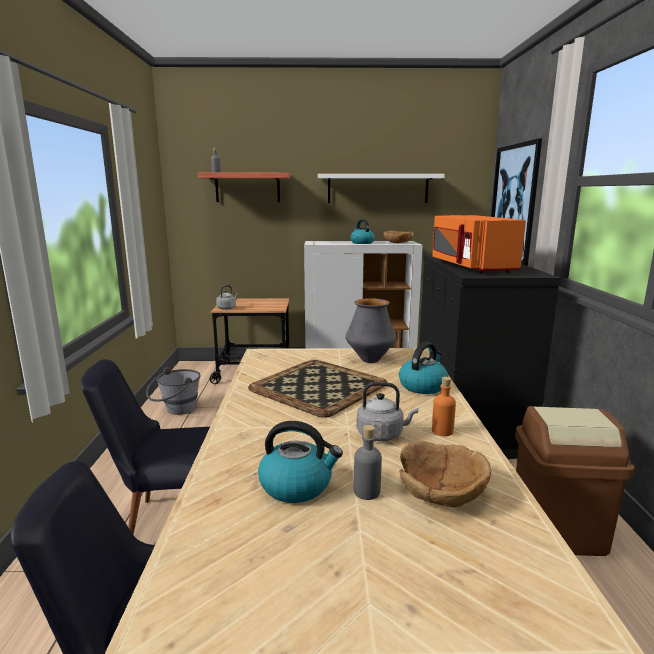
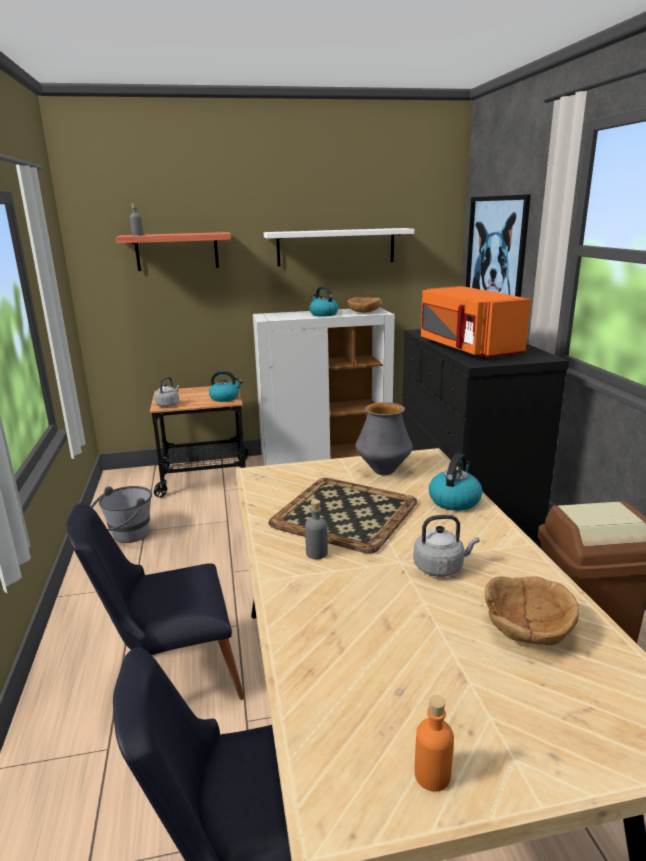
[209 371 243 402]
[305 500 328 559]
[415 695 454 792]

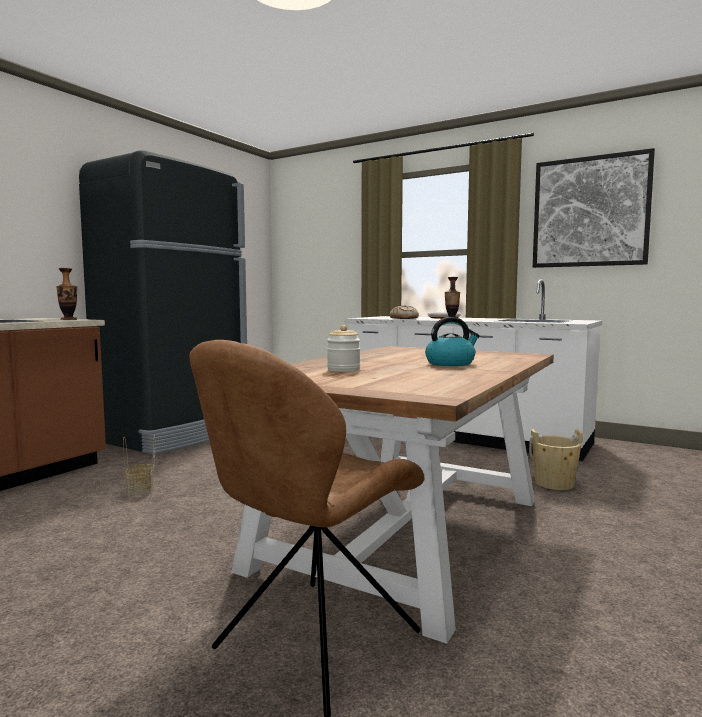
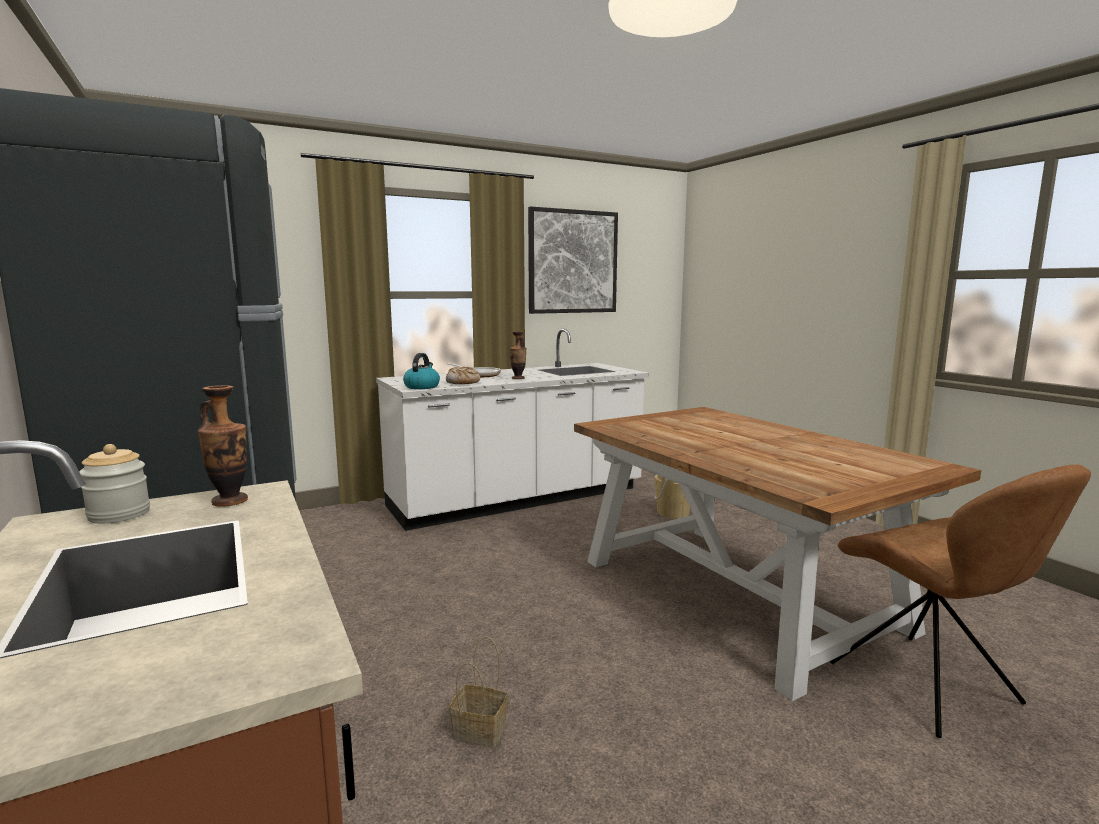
[79 444 150 523]
[403 353 440 389]

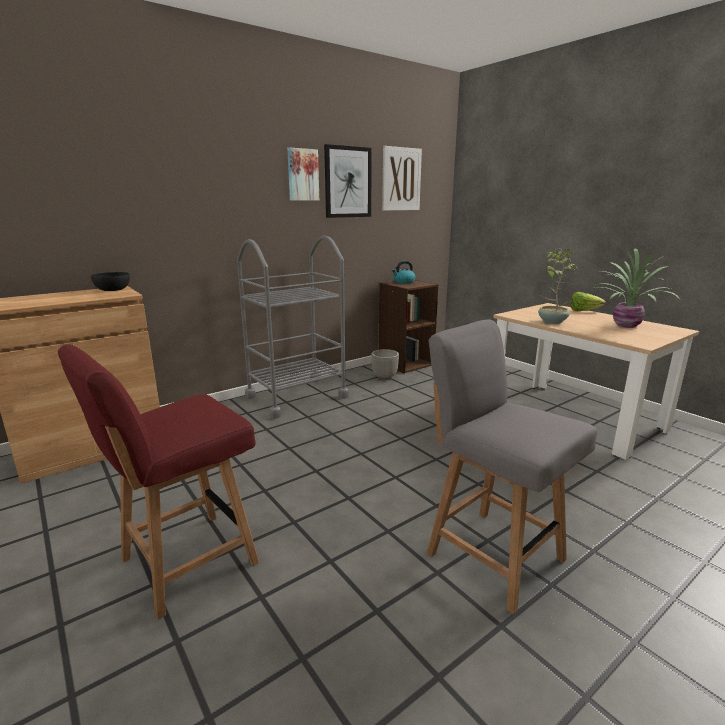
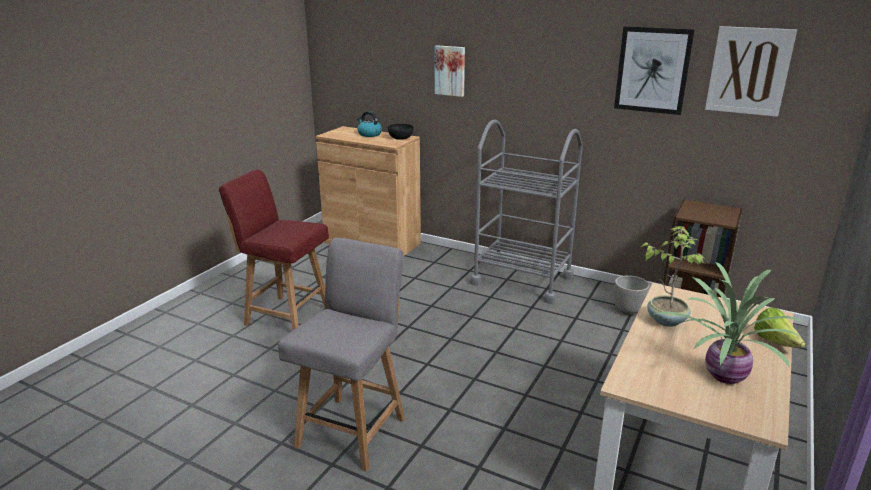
[435 45 465 97]
[357 111 382 137]

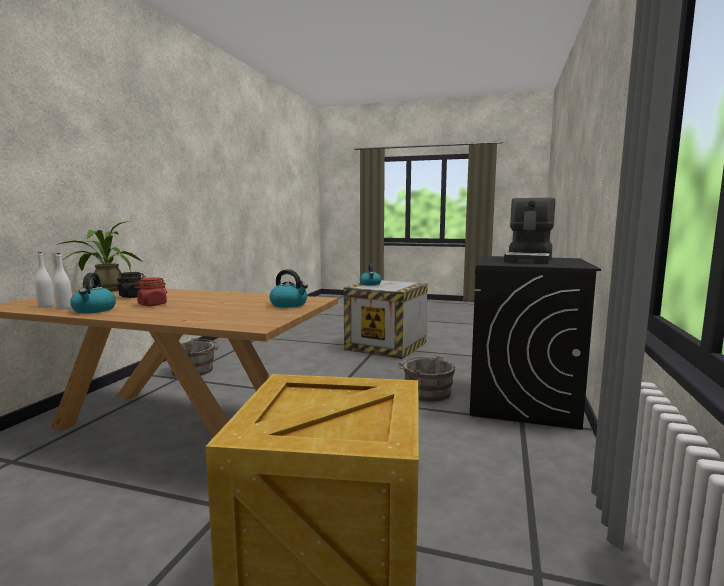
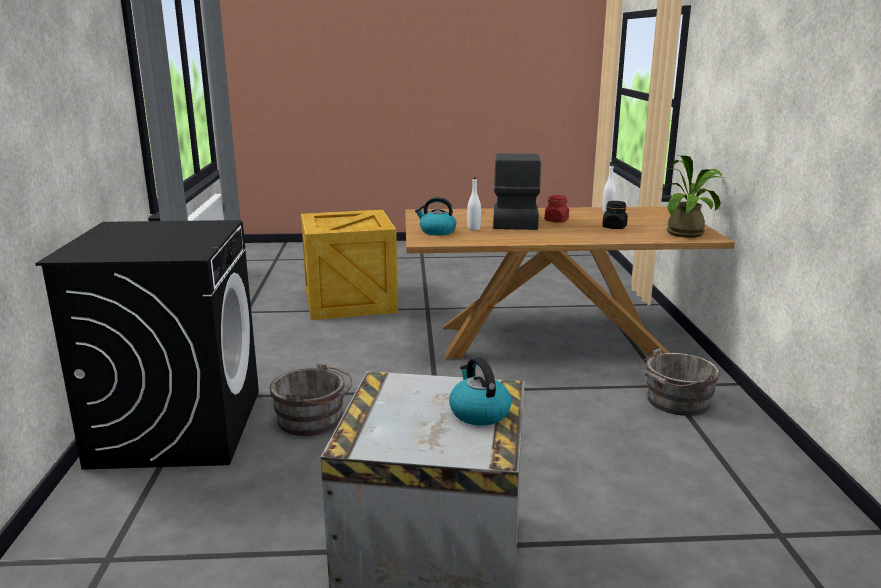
[70 273 116 313] (first image)
[467 178 481 230]
[493 153 541 230]

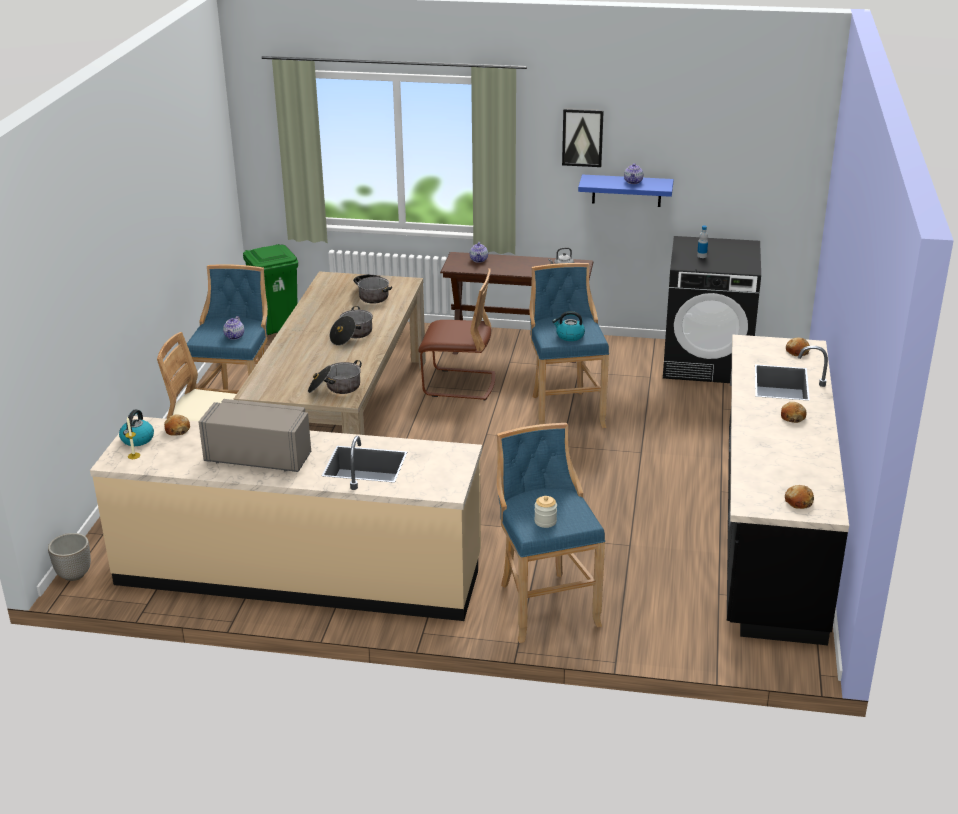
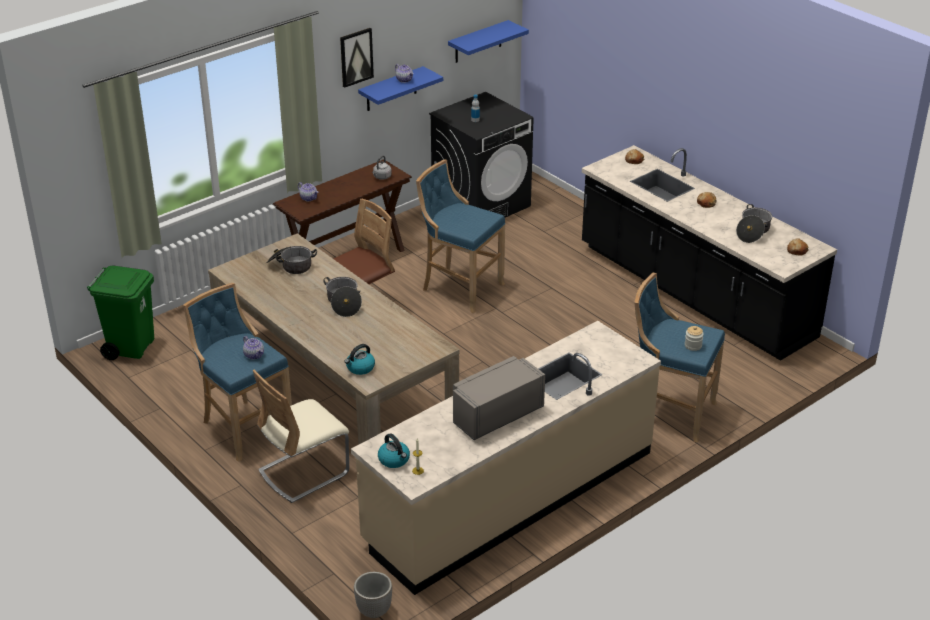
[164 415 190 436] (first image)
[448 20 529 63]
[736 204 772 243]
[345 344 375 375]

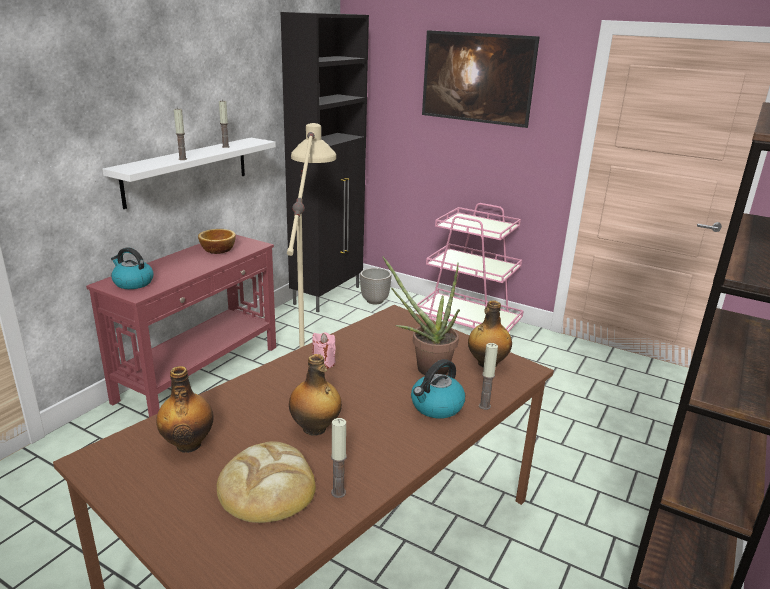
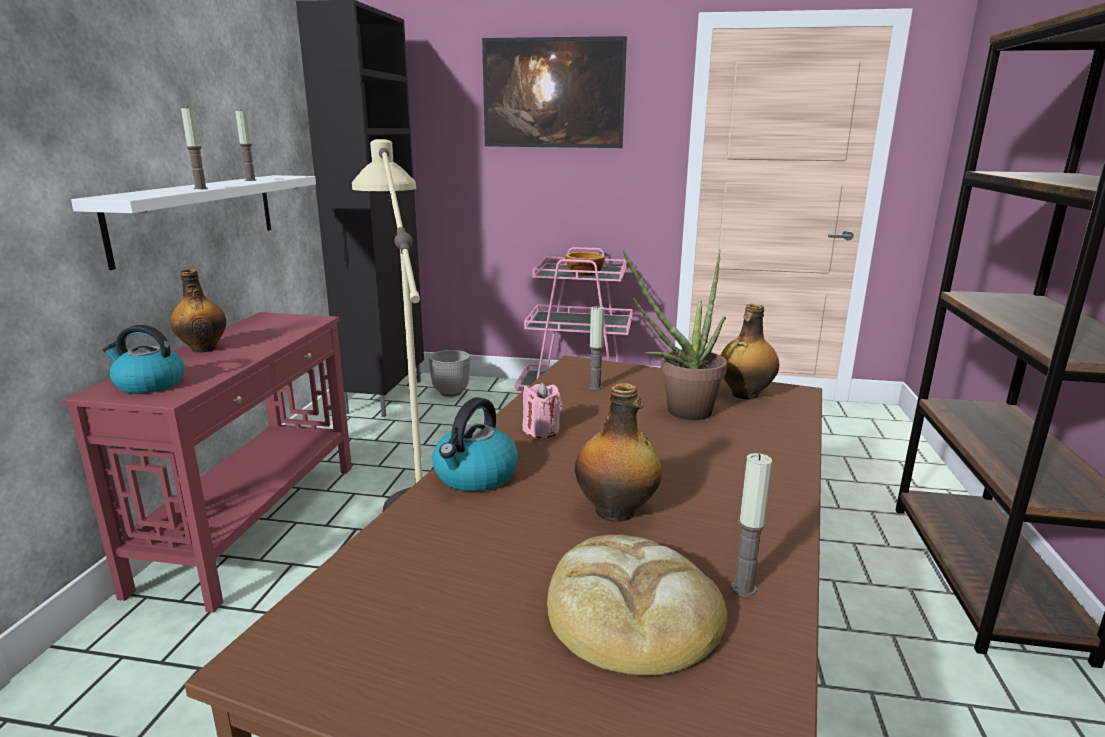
[170 269 226 353]
[565 252 605 275]
[432 397 518 492]
[588 305 605 390]

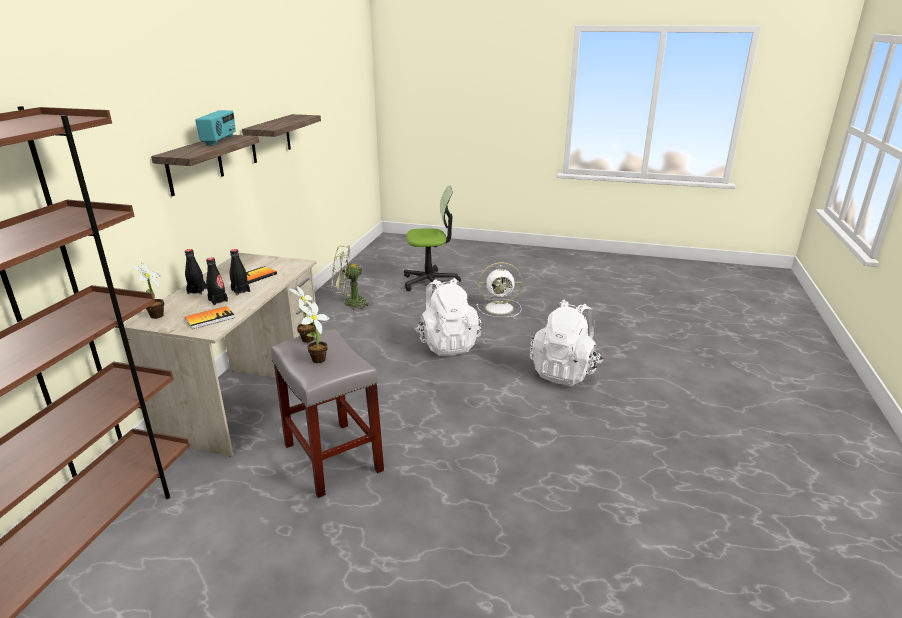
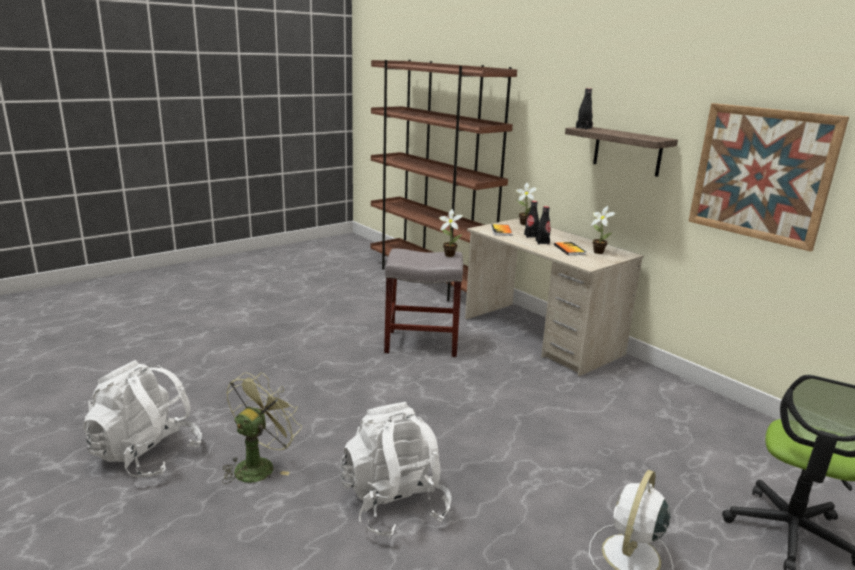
[195 110 236 145] (first image)
[576 88 593 130]
[591 206 616 254]
[222 372 302 484]
[83 360 202 478]
[688 103 849 252]

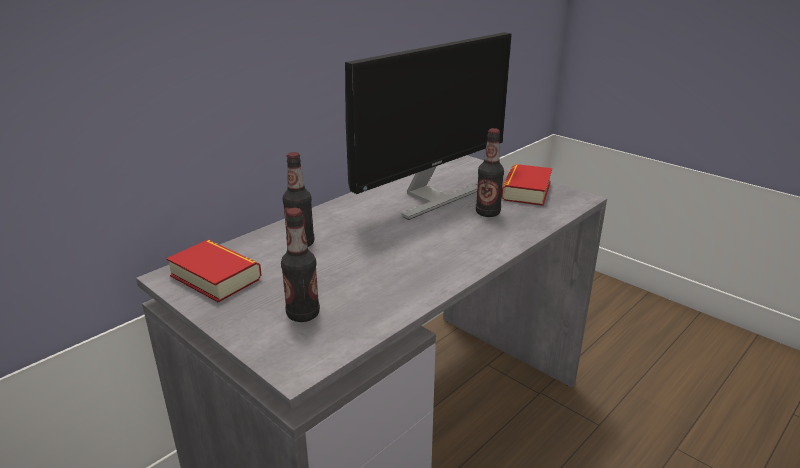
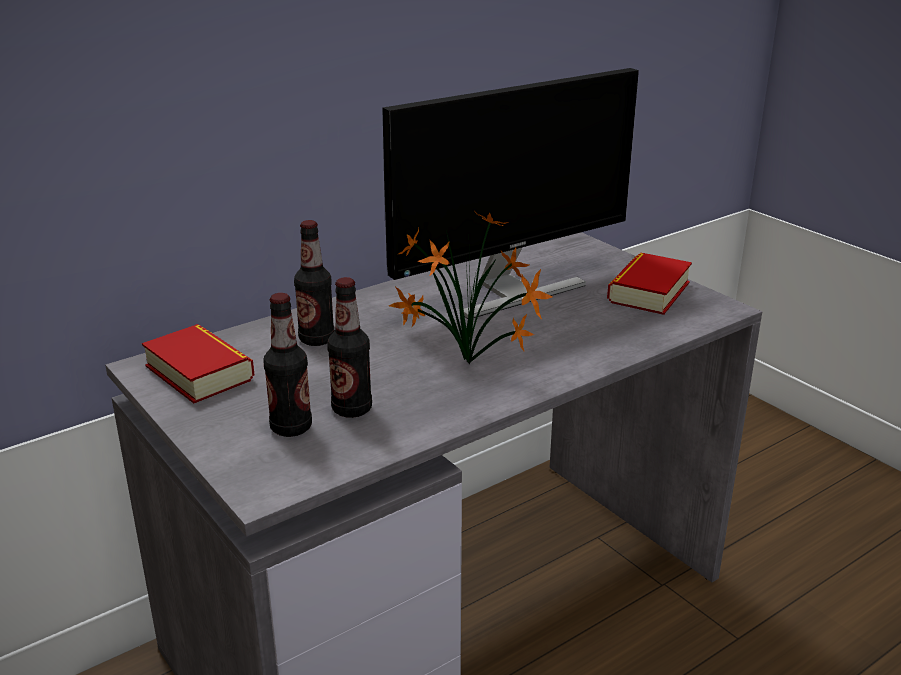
[389 212 553 365]
[327 277 372 418]

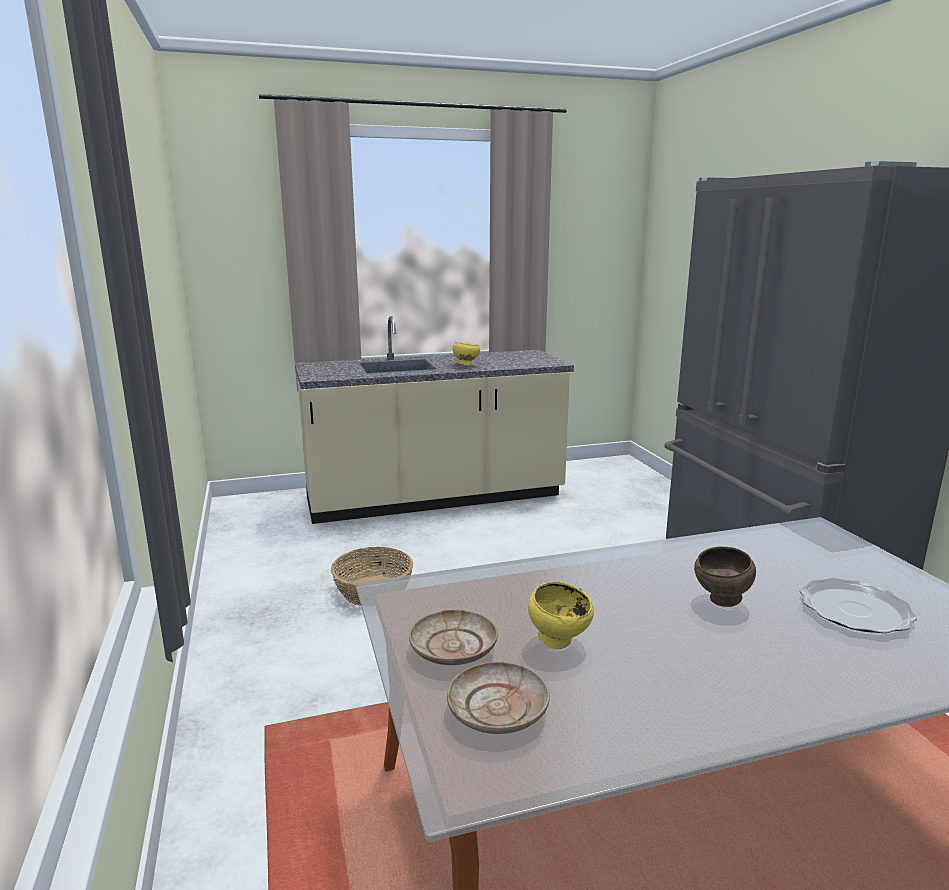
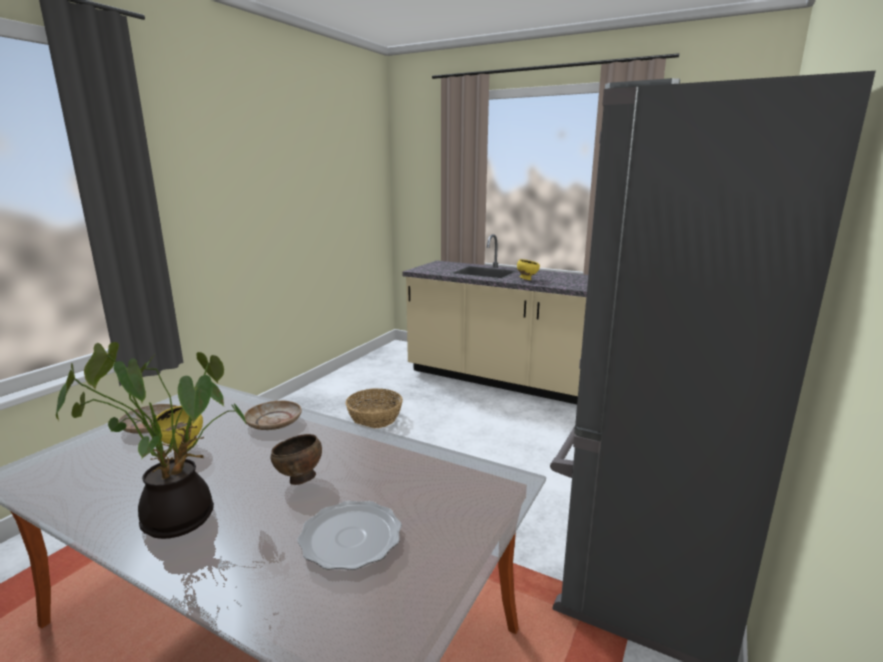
[56 342 247 539]
[244 401 302 430]

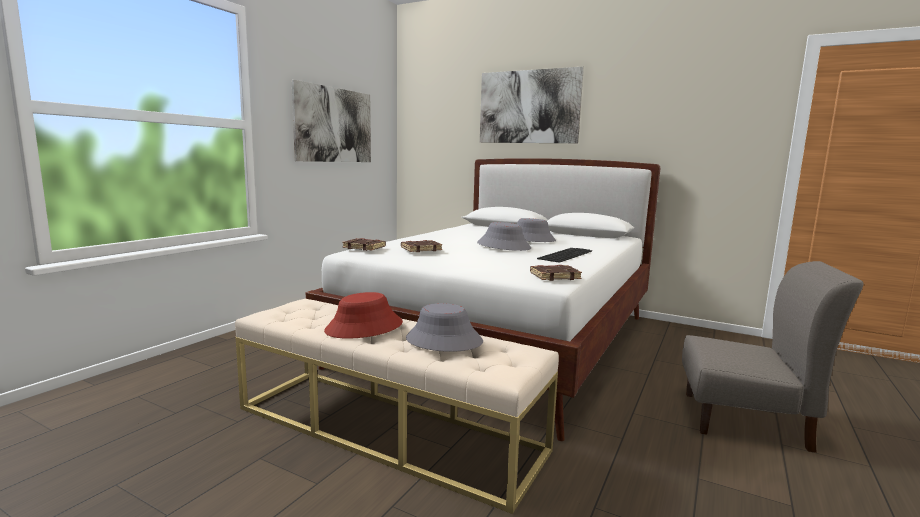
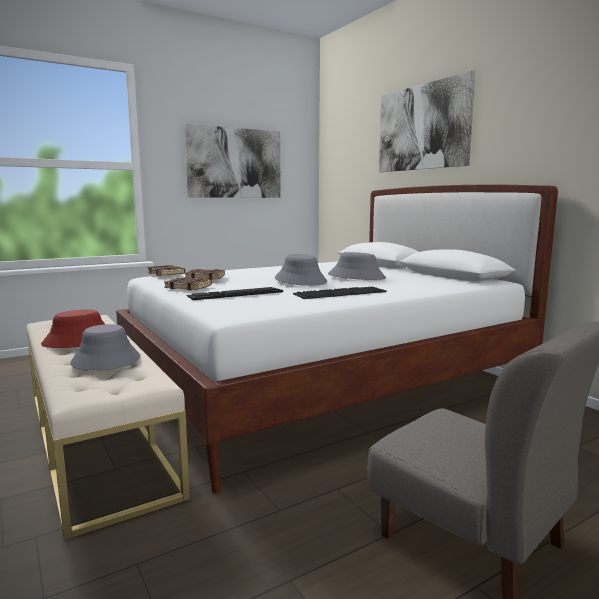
[187 287 283 300]
[164 277 212 290]

